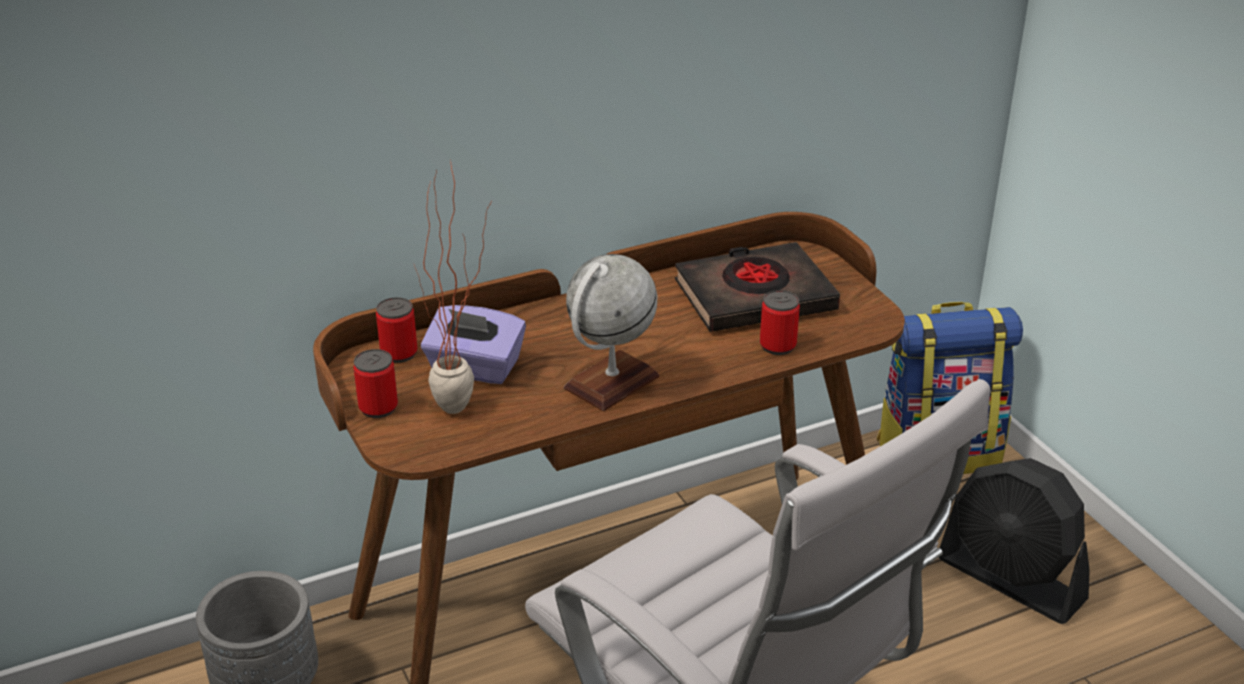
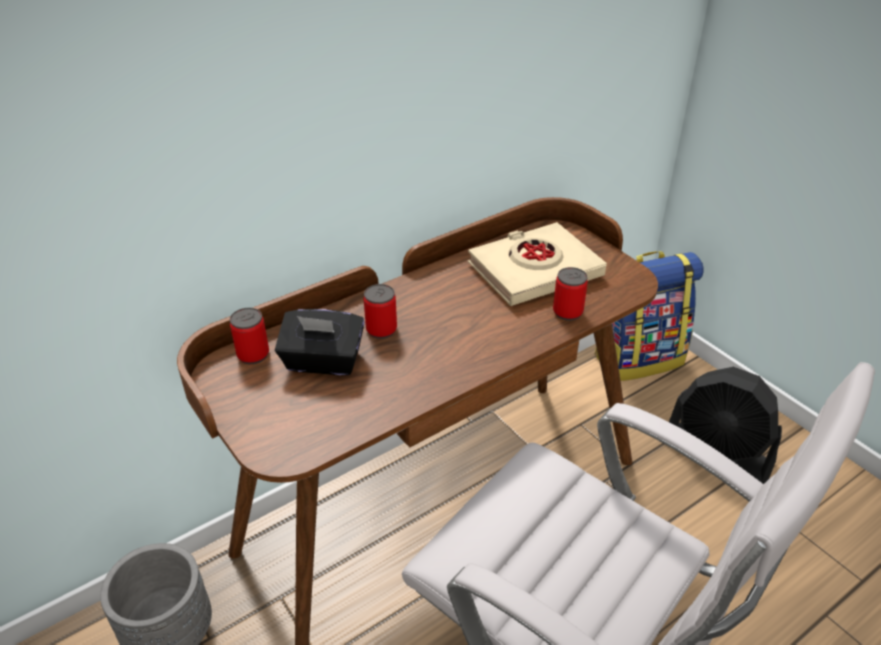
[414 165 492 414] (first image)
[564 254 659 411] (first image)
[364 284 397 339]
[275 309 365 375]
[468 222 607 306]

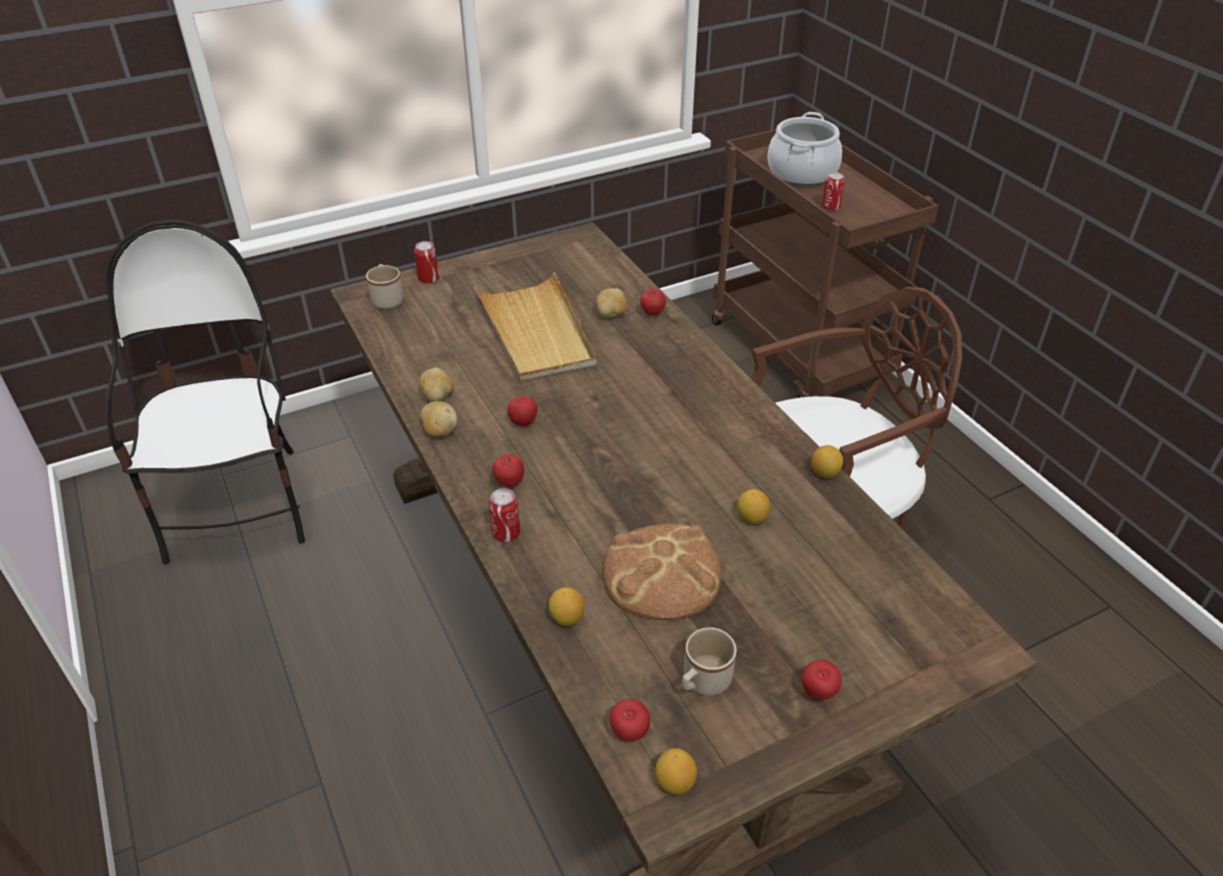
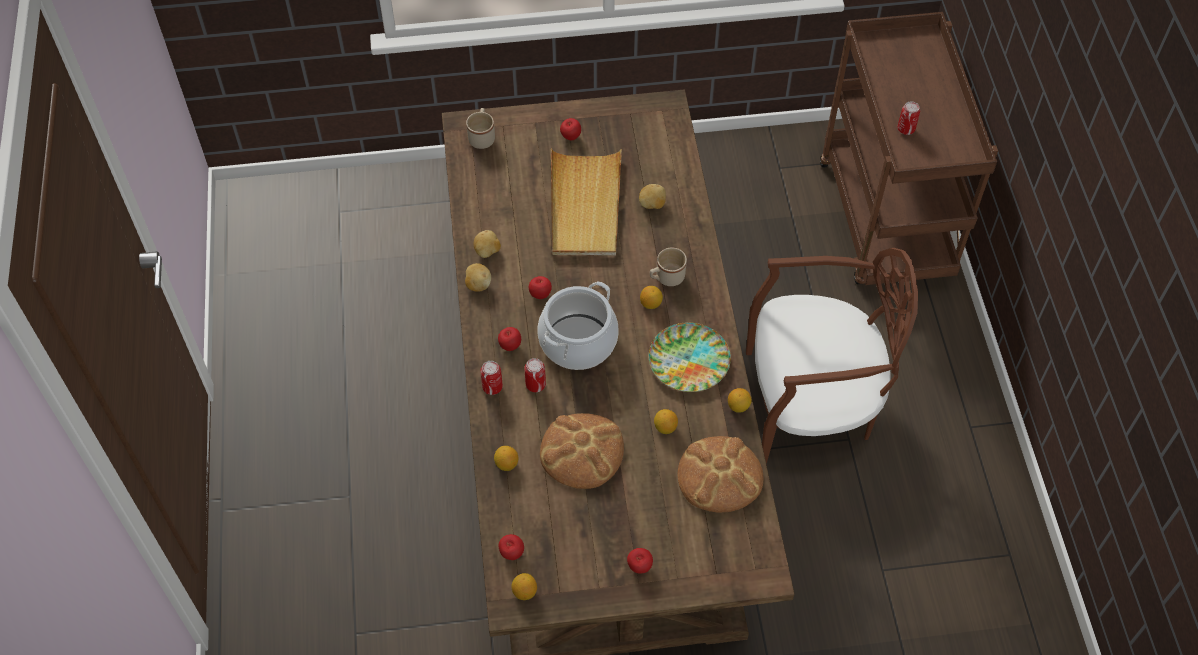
[106 220 305 565] (first image)
[640 286 663 309]
[649 322 731 392]
[678 436 764 513]
[525 358 546 392]
[560 118 581 140]
[650 248 687 286]
[538 281 619 370]

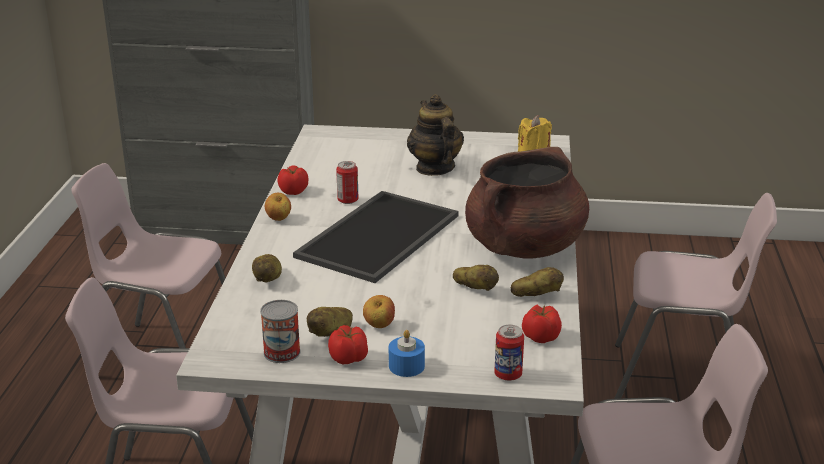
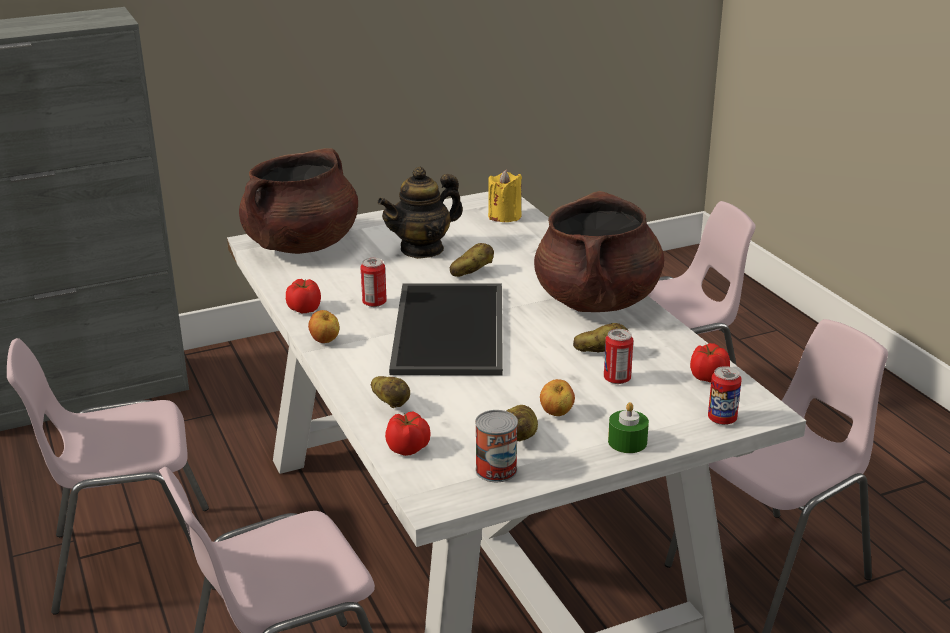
[239 148 358 254]
[604 329 633 384]
[385 412 430 456]
[450 243 494 277]
[608 402 649 453]
[377 167 463 259]

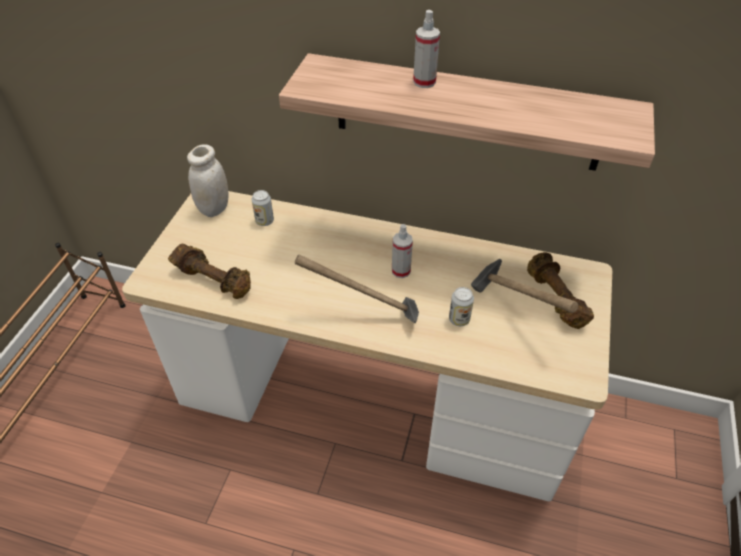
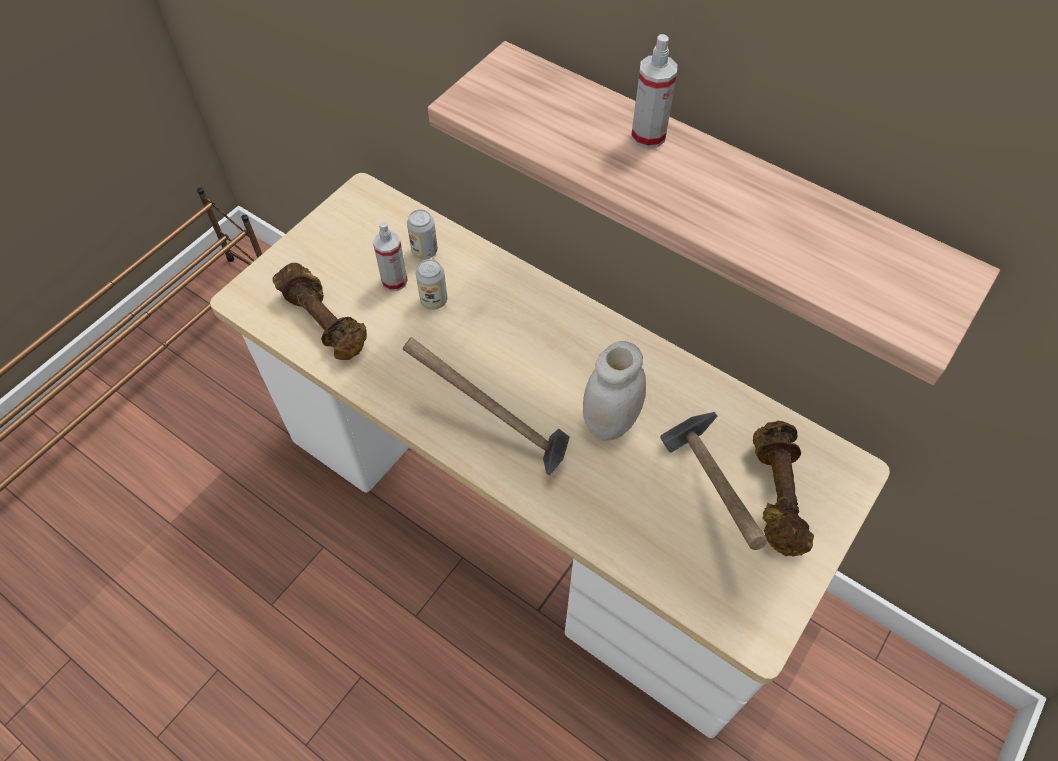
[583 341 646 441]
[373 221 408 291]
[416 259 447 310]

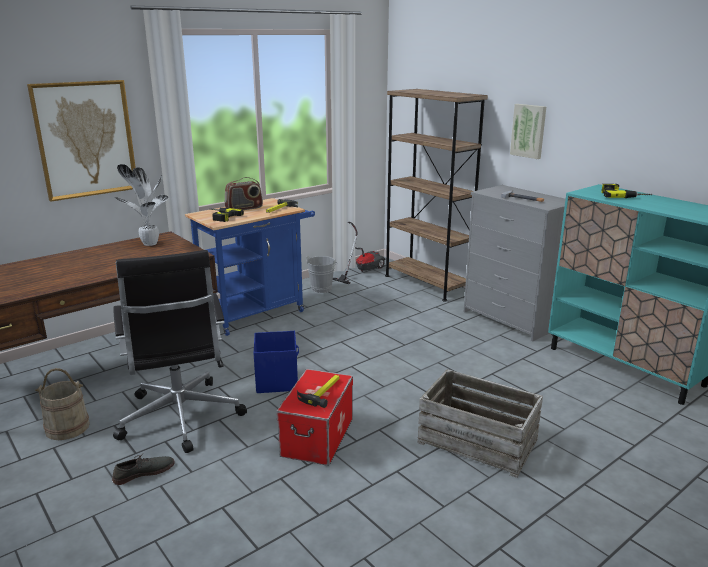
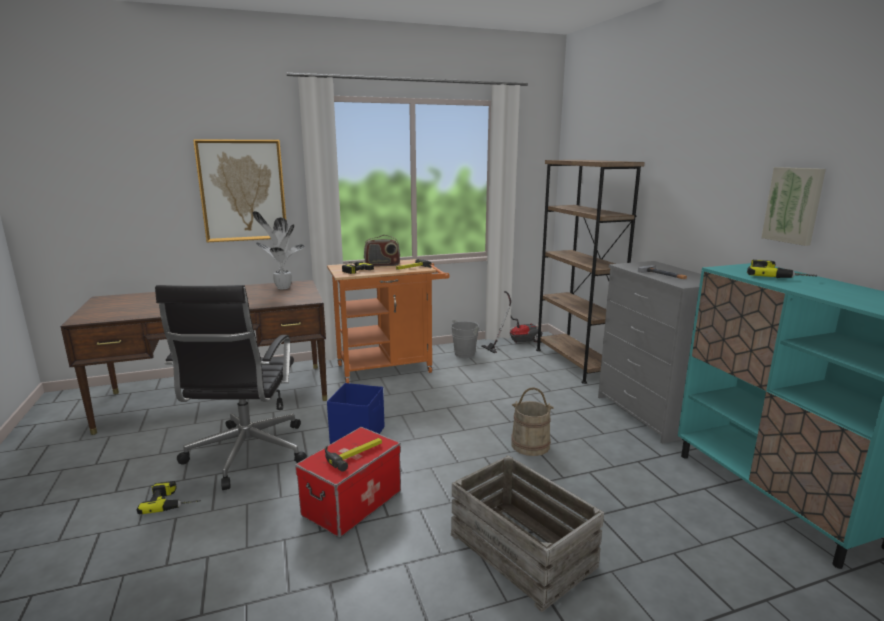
[511 387 554 456]
[761 167 826 246]
[137 481 201 515]
[327 259 450 383]

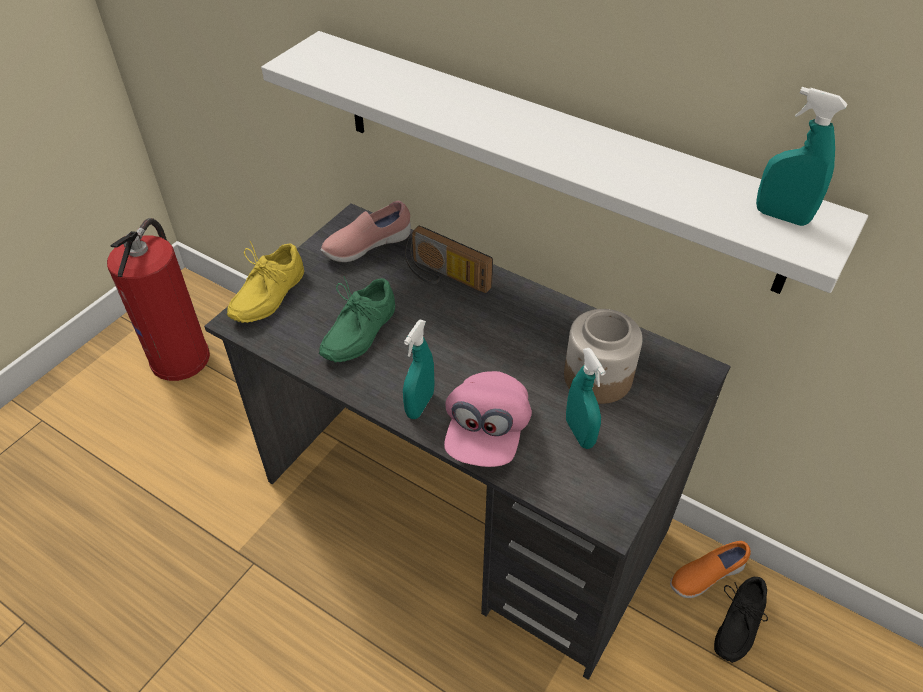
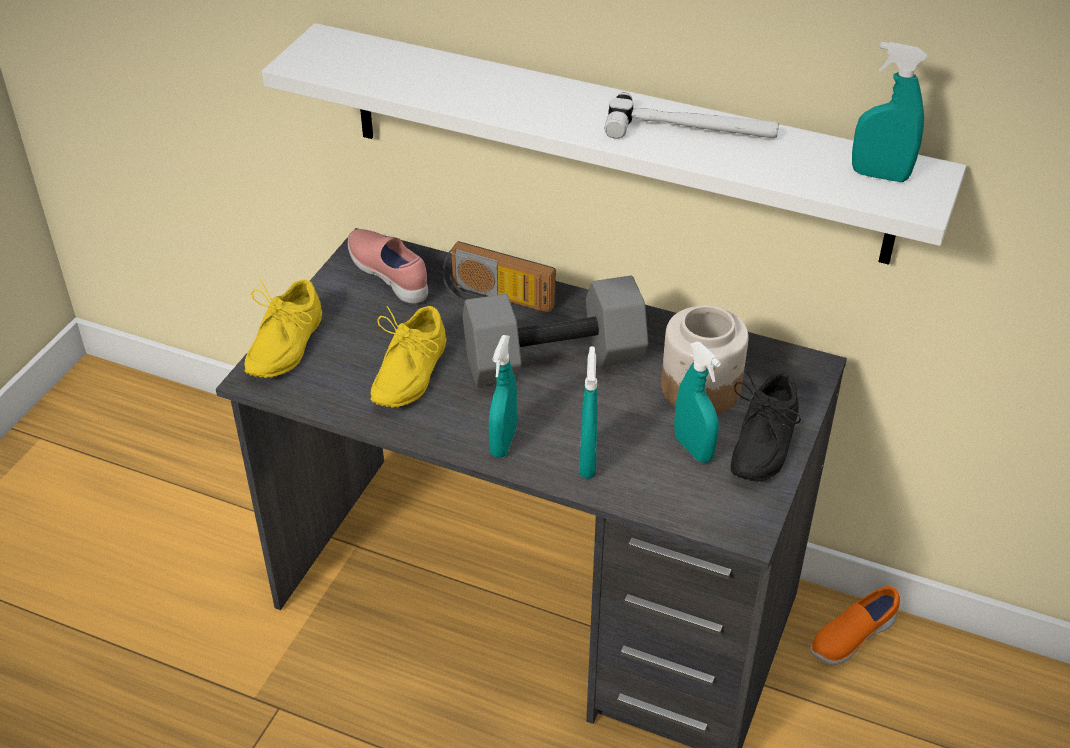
[107 218 210 381] (first image)
[463 275 648 386]
[605 92 779 139]
[731 372 801 482]
[579 346 598 479]
[370 306 446 408]
[348 229 428 304]

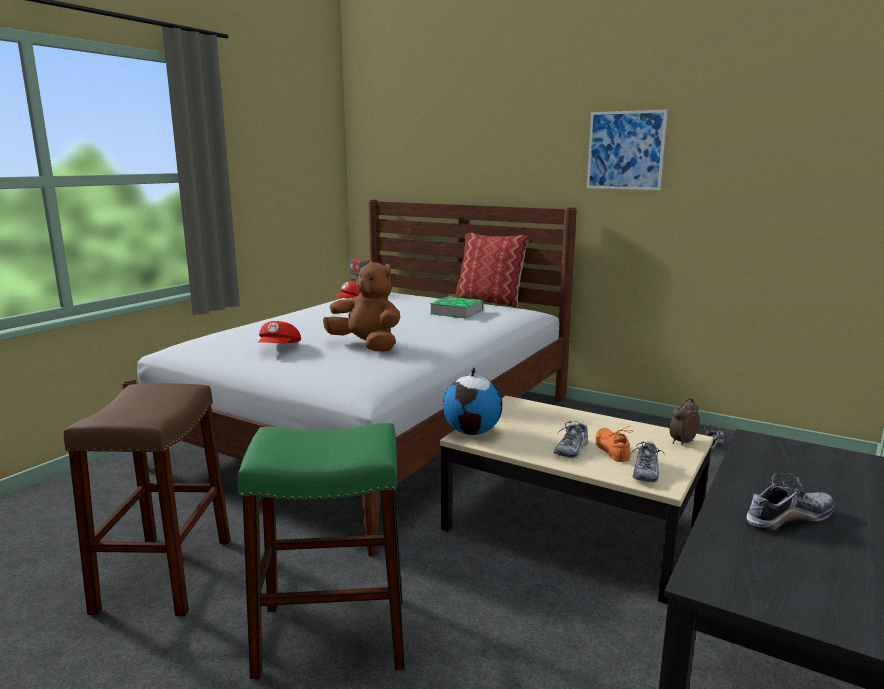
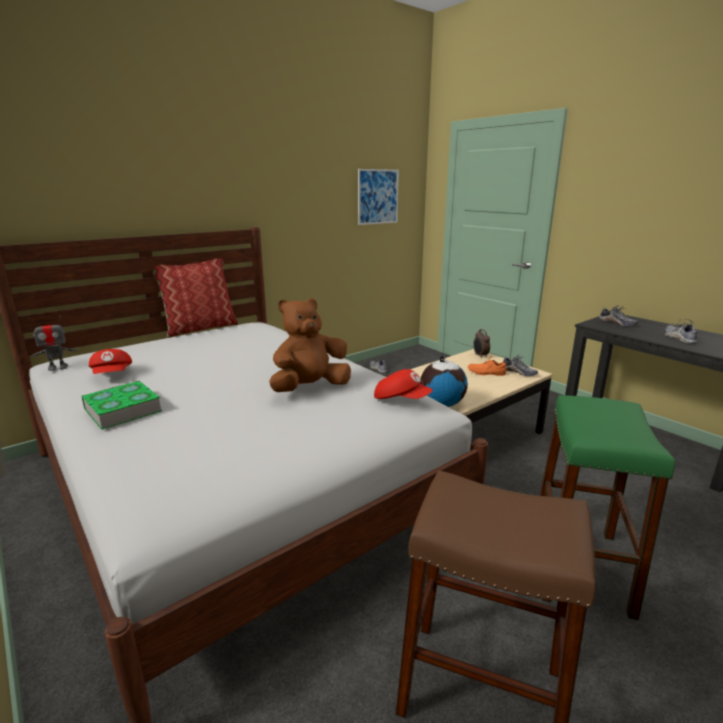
[374 369 433 399]
[81 381 162 430]
[599 304 638 326]
[358 169 399 225]

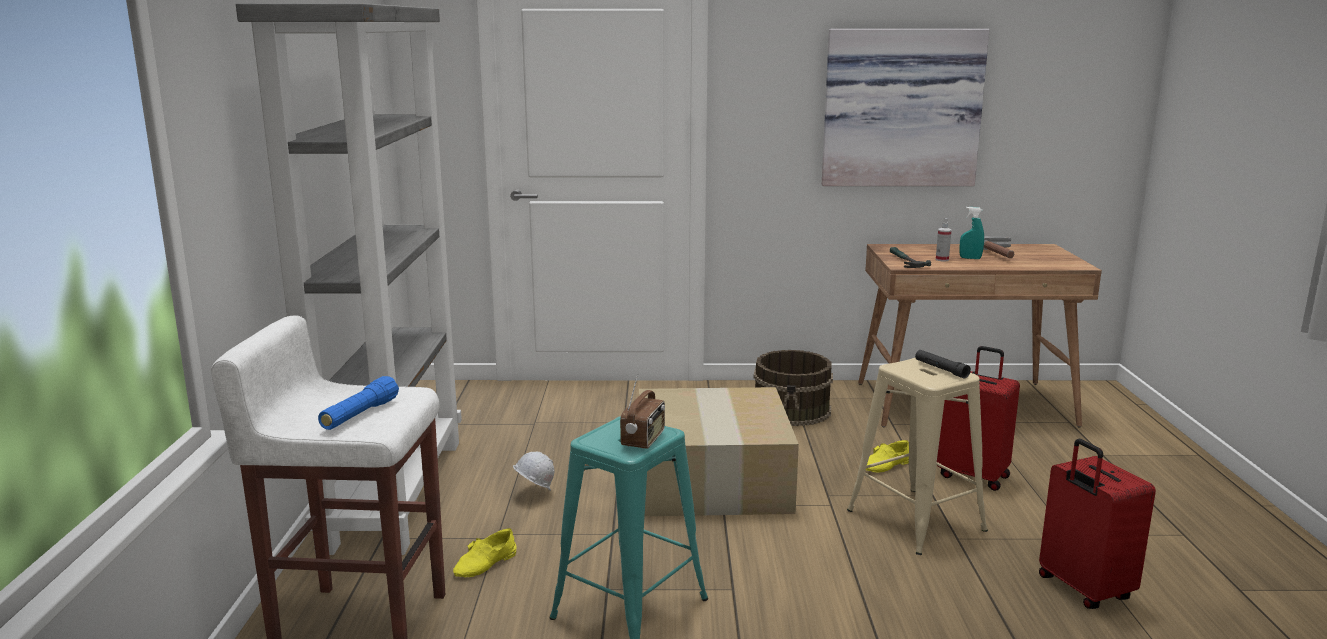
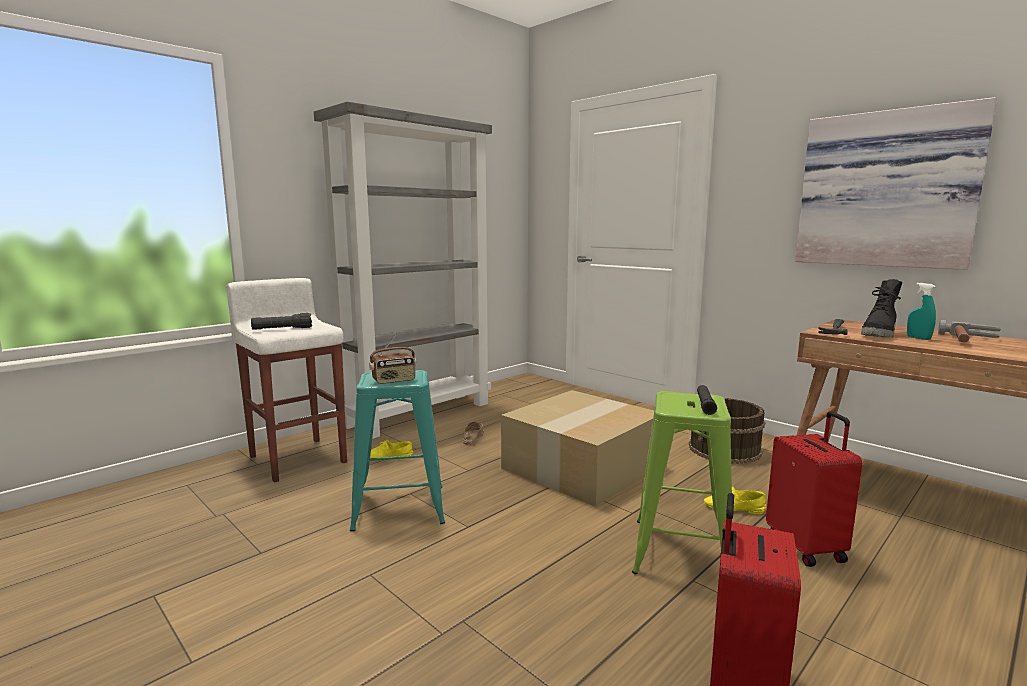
[463 421 484 445]
[861 279 902 338]
[251 313 312 330]
[632 391 732 574]

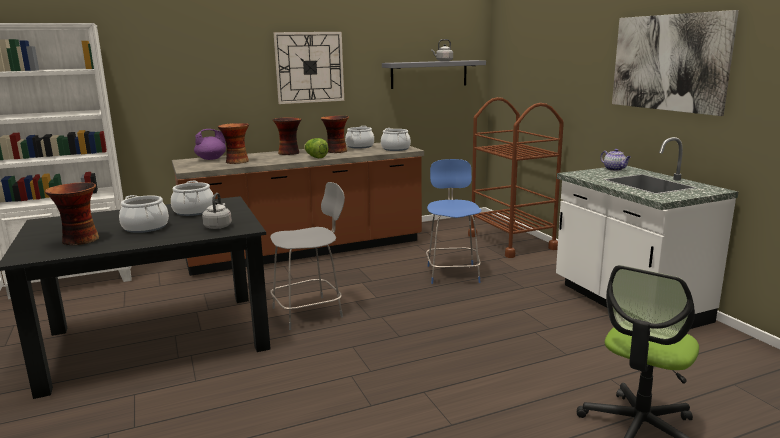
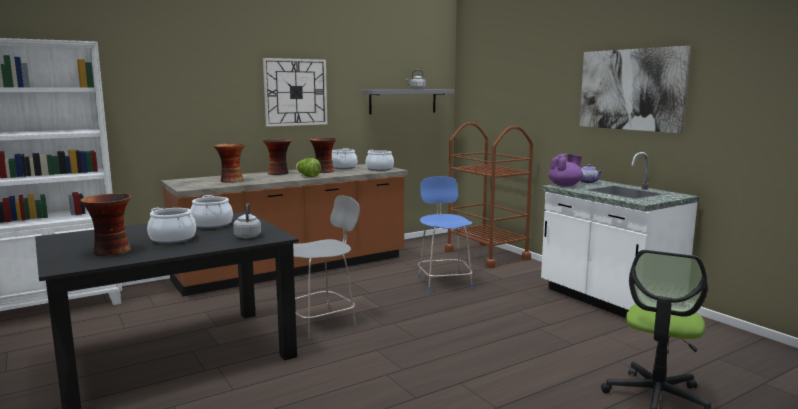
[549 154 583 187]

